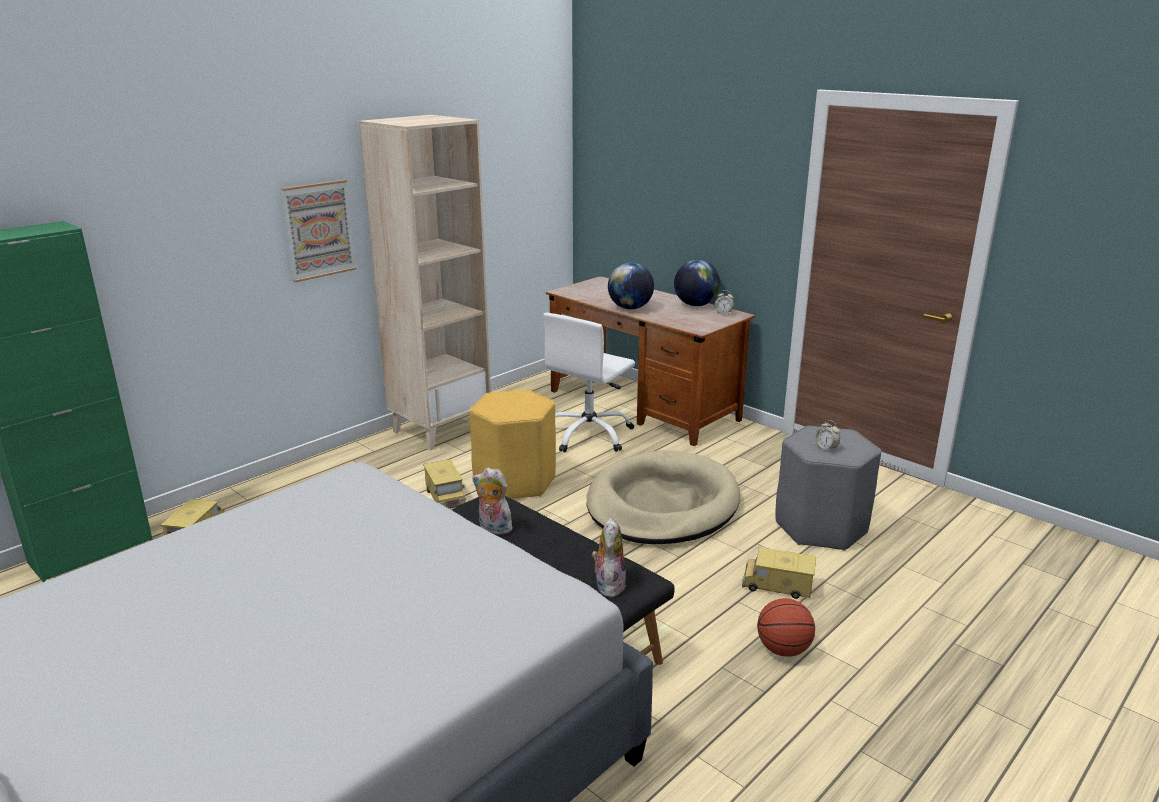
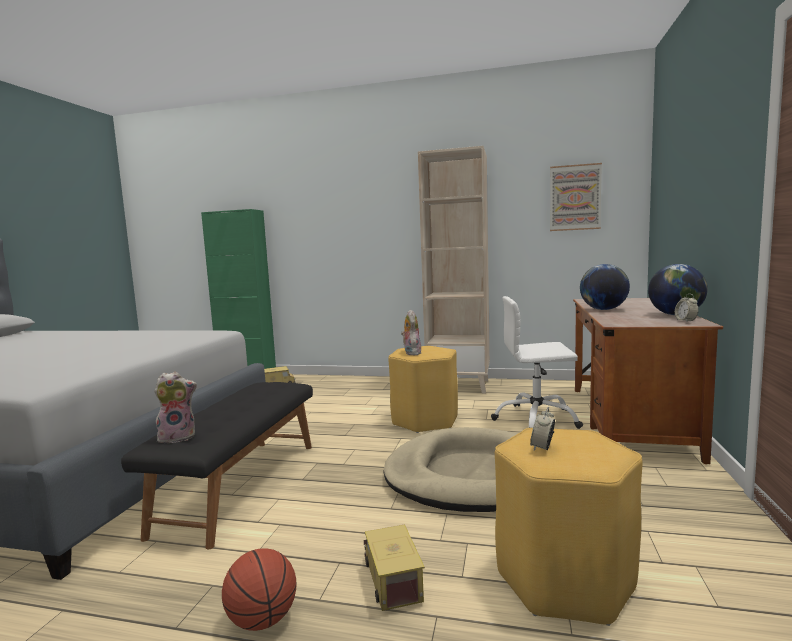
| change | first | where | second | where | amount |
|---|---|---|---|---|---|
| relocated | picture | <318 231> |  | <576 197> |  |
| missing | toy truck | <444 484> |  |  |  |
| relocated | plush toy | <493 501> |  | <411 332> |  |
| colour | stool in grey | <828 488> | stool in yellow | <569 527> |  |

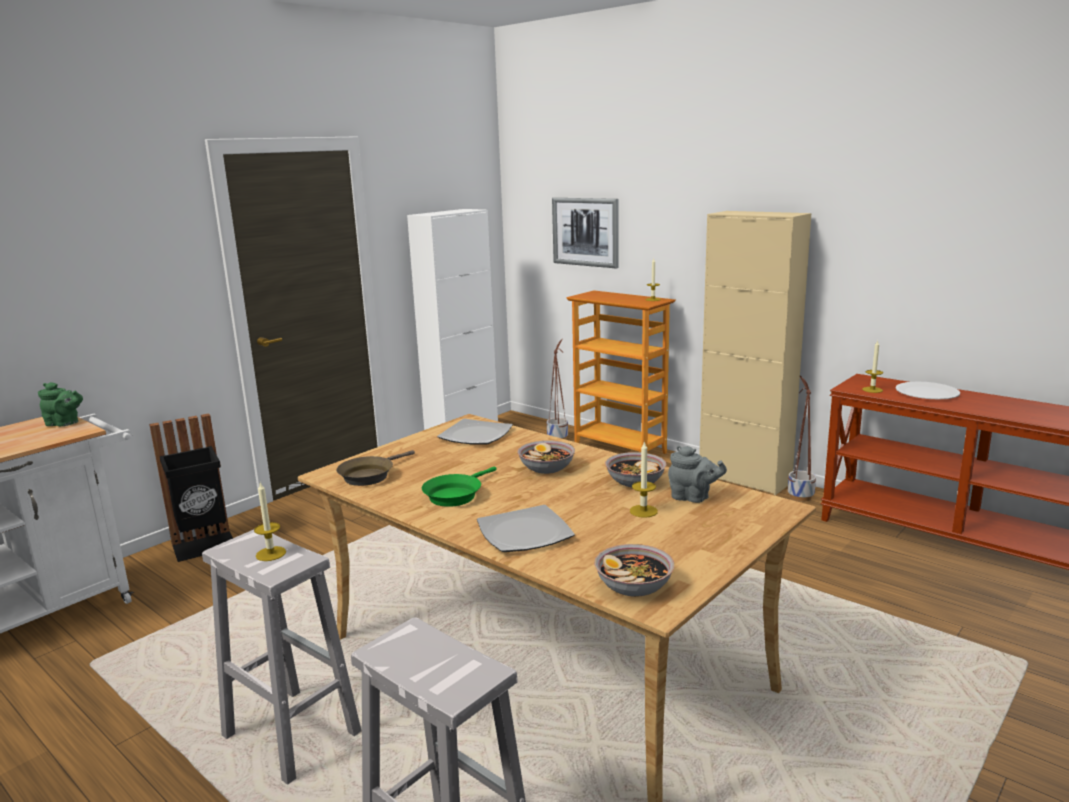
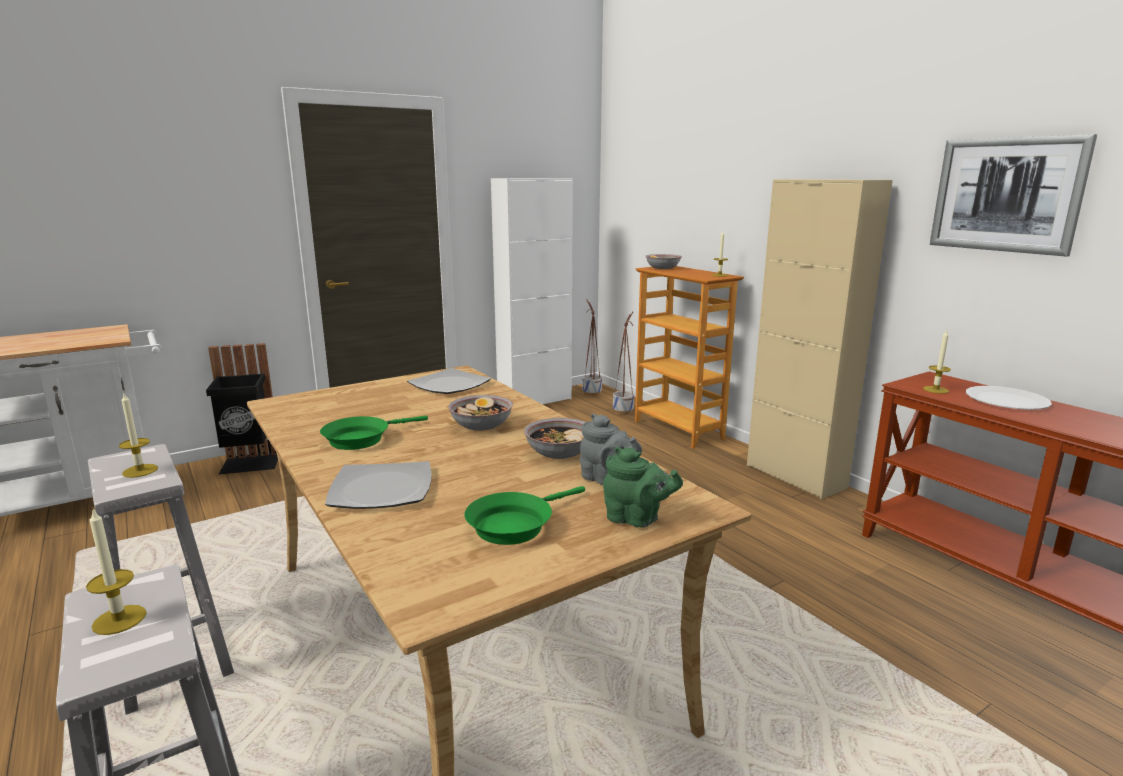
| change | first | where | second | where | amount |
|---|---|---|---|---|---|
| relocated | teapot in green | <60 404> |  | <643 487> |  |
| missing | frying pan in brown | <375 468> |  |  |  |
| relocated | picture | <585 233> |  | <1013 195> |  |
| relocated | bowl | <634 570> |  | <664 261> |  |
| relocated | candle | <644 479> |  | <116 572> |  |
| relocated | planter | <802 439> |  | <592 348> |  |
| appeared |  |  | frying pan in green | <524 515> |  |

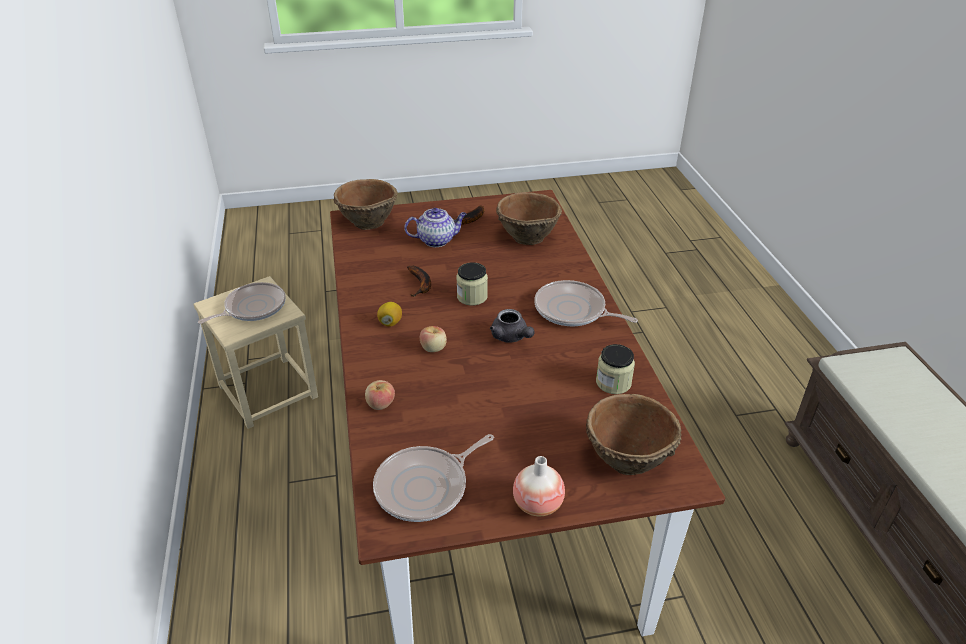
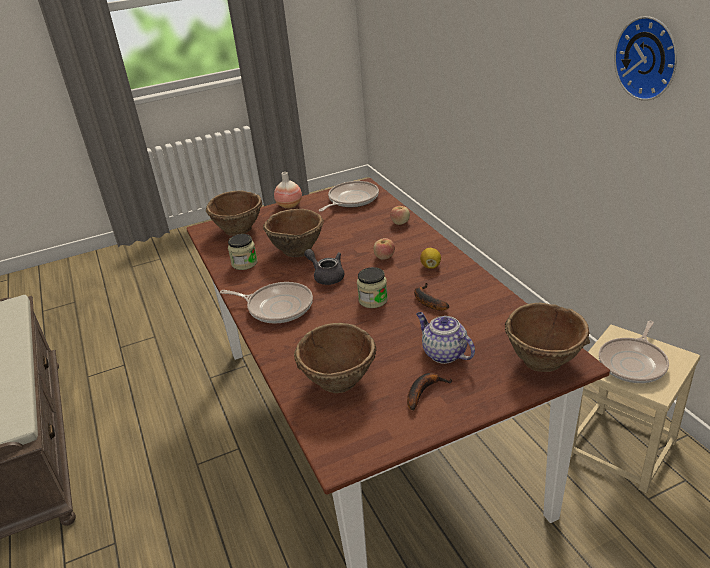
| change | first | where | second | where | amount |
|---|---|---|---|---|---|
| spun | teapot | <435 227> |  | <445 338> | 75 degrees clockwise |
| appeared |  |  | bowl in brown | <293 233> |  |
| appeared |  |  | wall clock | <645 58> |  |

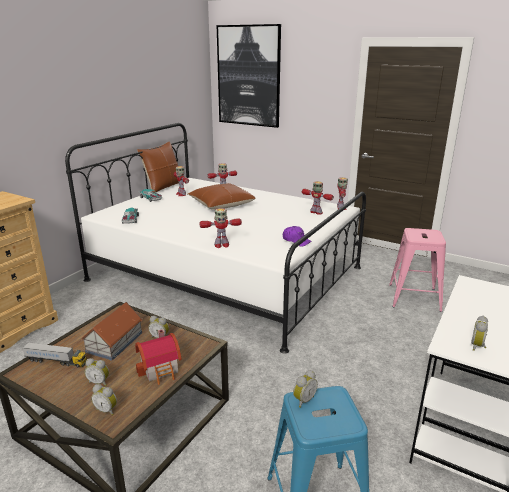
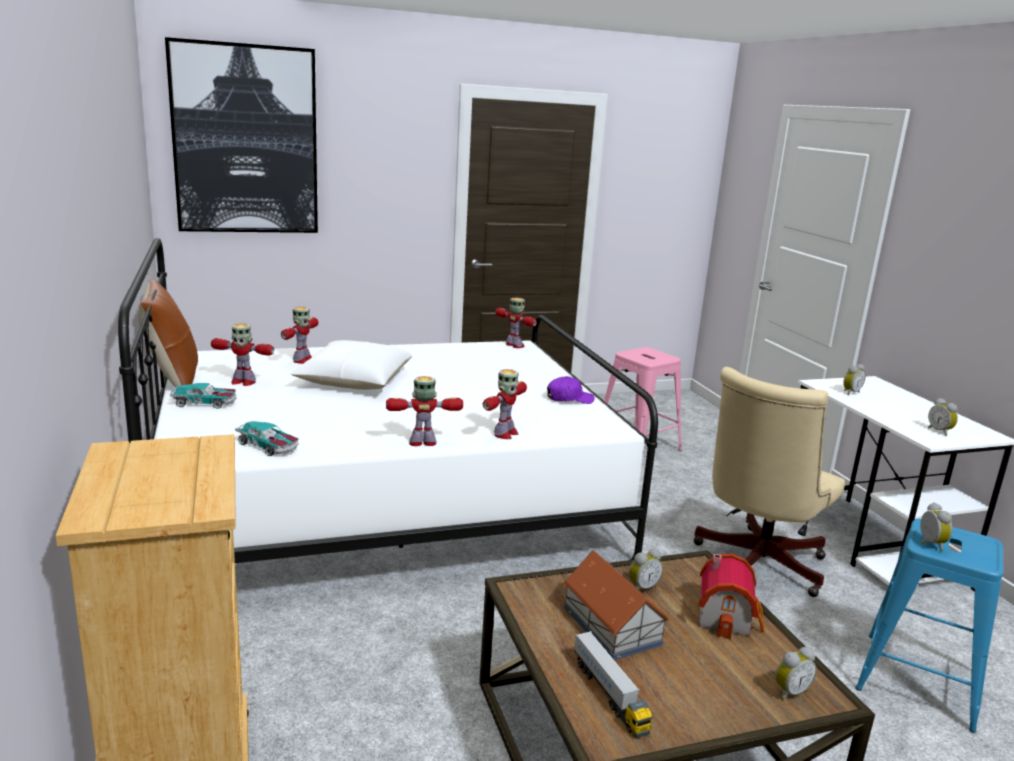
| change | first | where | second | where | amount |
|---|---|---|---|---|---|
| spun | toy truck | <54 354> |  | <613 684> | 105 degrees clockwise |
| relocated | alarm clock | <96 372> |  | <854 379> |  |
| colour | pillow in brown | <222 196> | pillow in white | <351 365> |  |
| relocated | toy robot | <318 198> |  | <424 411> |  |
| appeared |  |  | office chair in beige | <769 482> |  |

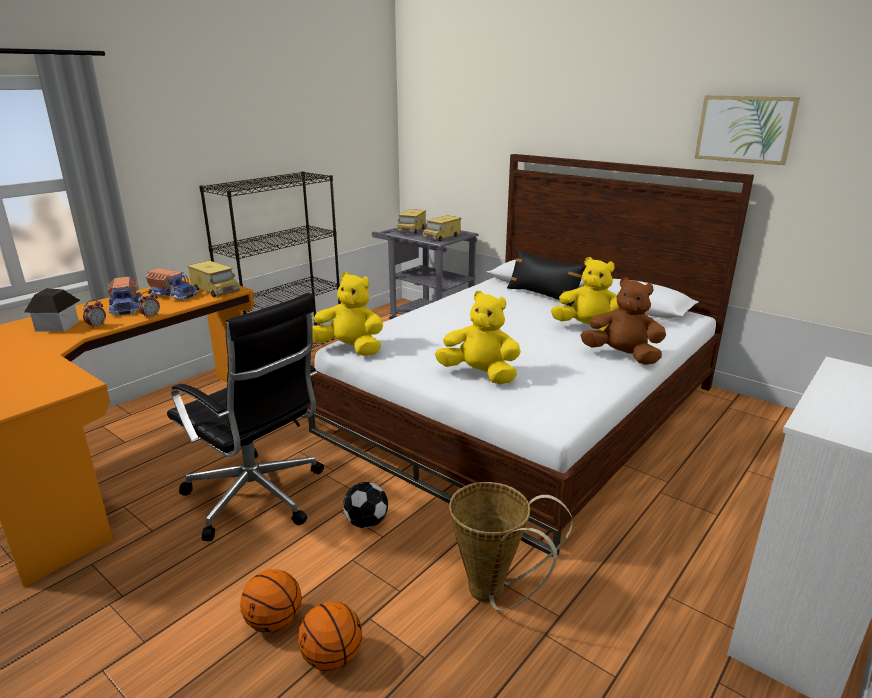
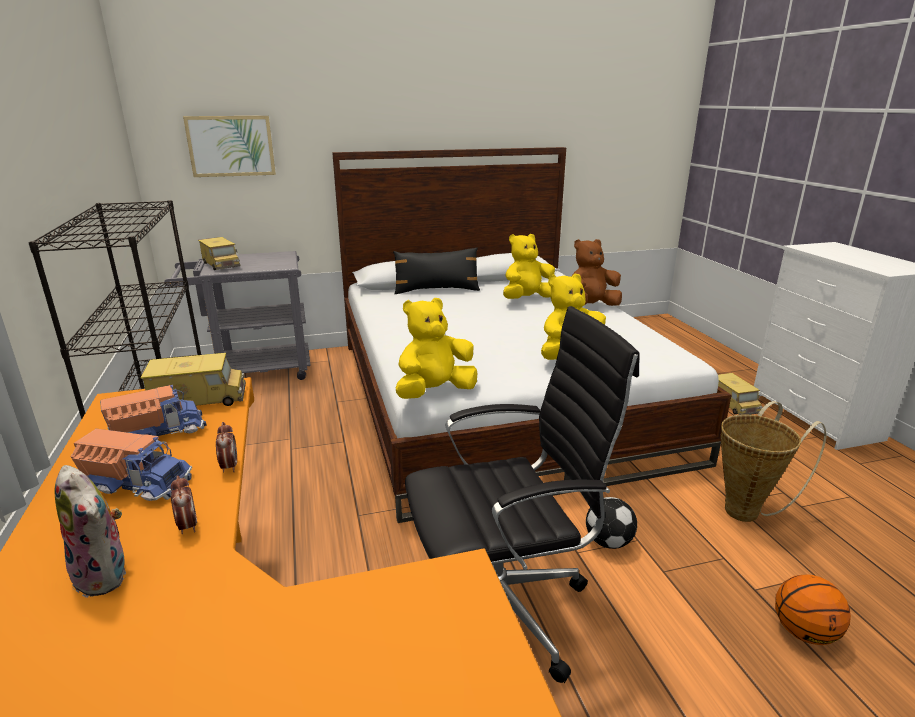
| change | first | where | second | where | amount |
|---|---|---|---|---|---|
| exchanged | toy house | <52 310> | plush toy | <91 531> |  |
| missing | basketball | <271 601> |  |  |  |
| relocated | toy truck | <442 228> |  | <740 394> |  |
| relocated | picture | <747 130> |  | <229 146> |  |

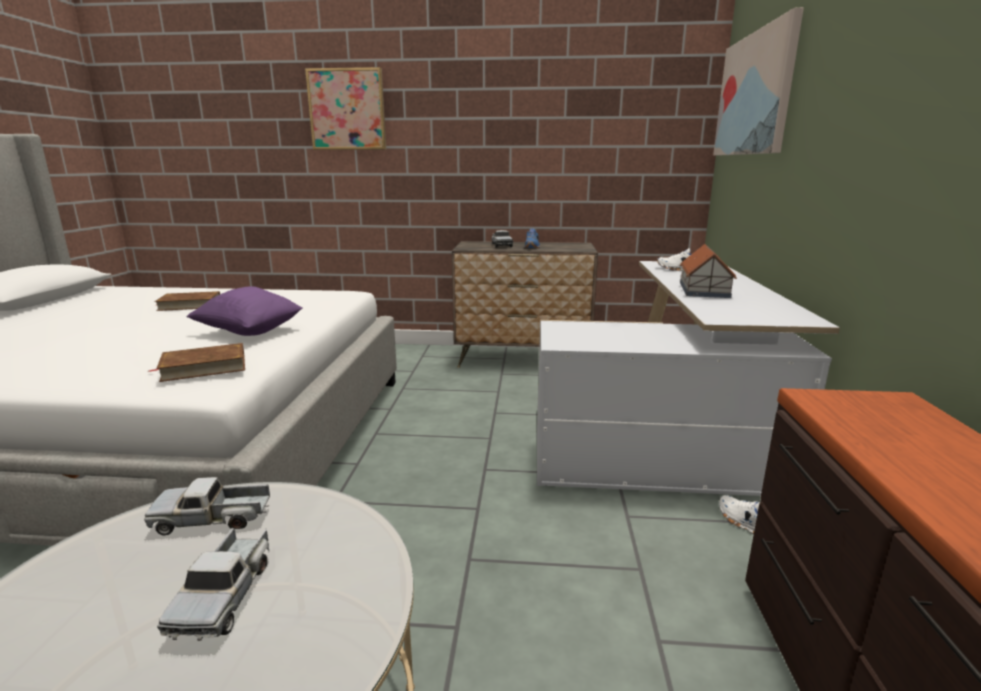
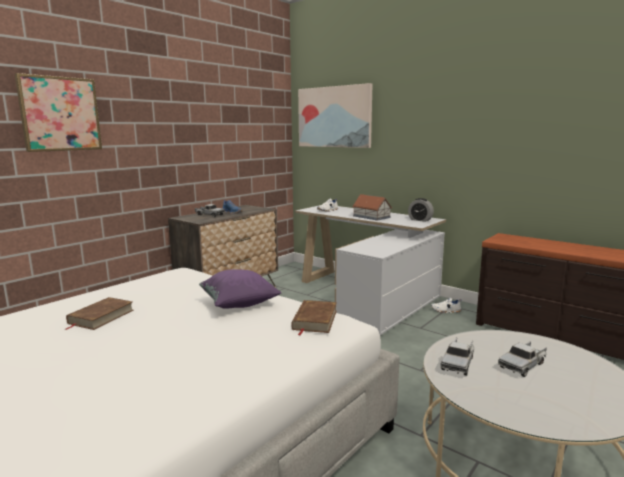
| change | first | where | second | where | amount |
|---|---|---|---|---|---|
| spun | toy truck | <213 584> |  | <522 359> | 105 degrees clockwise |
| appeared |  |  | alarm clock | <421 210> |  |

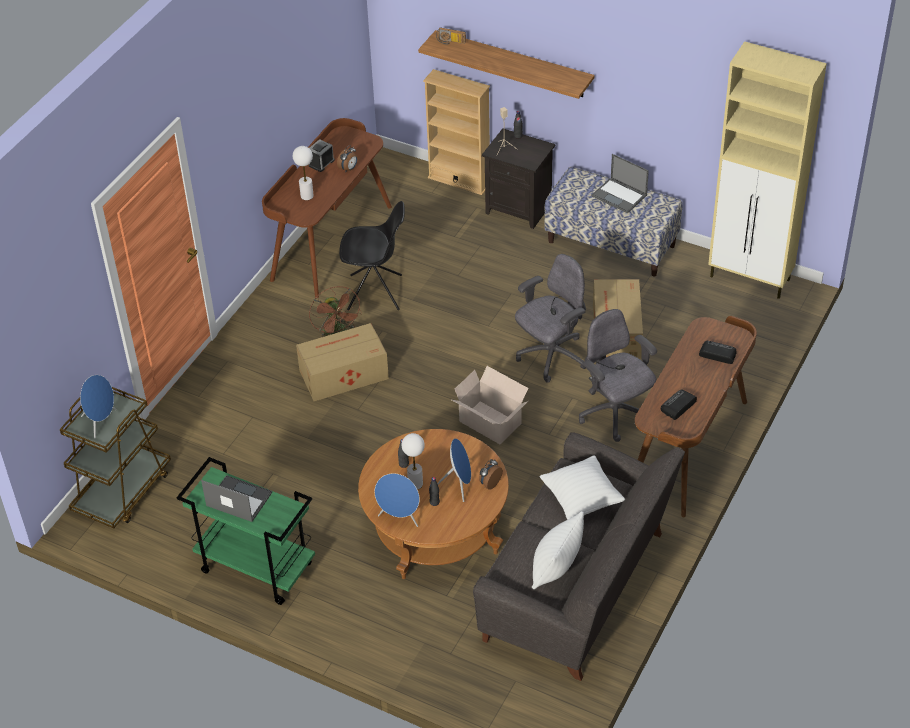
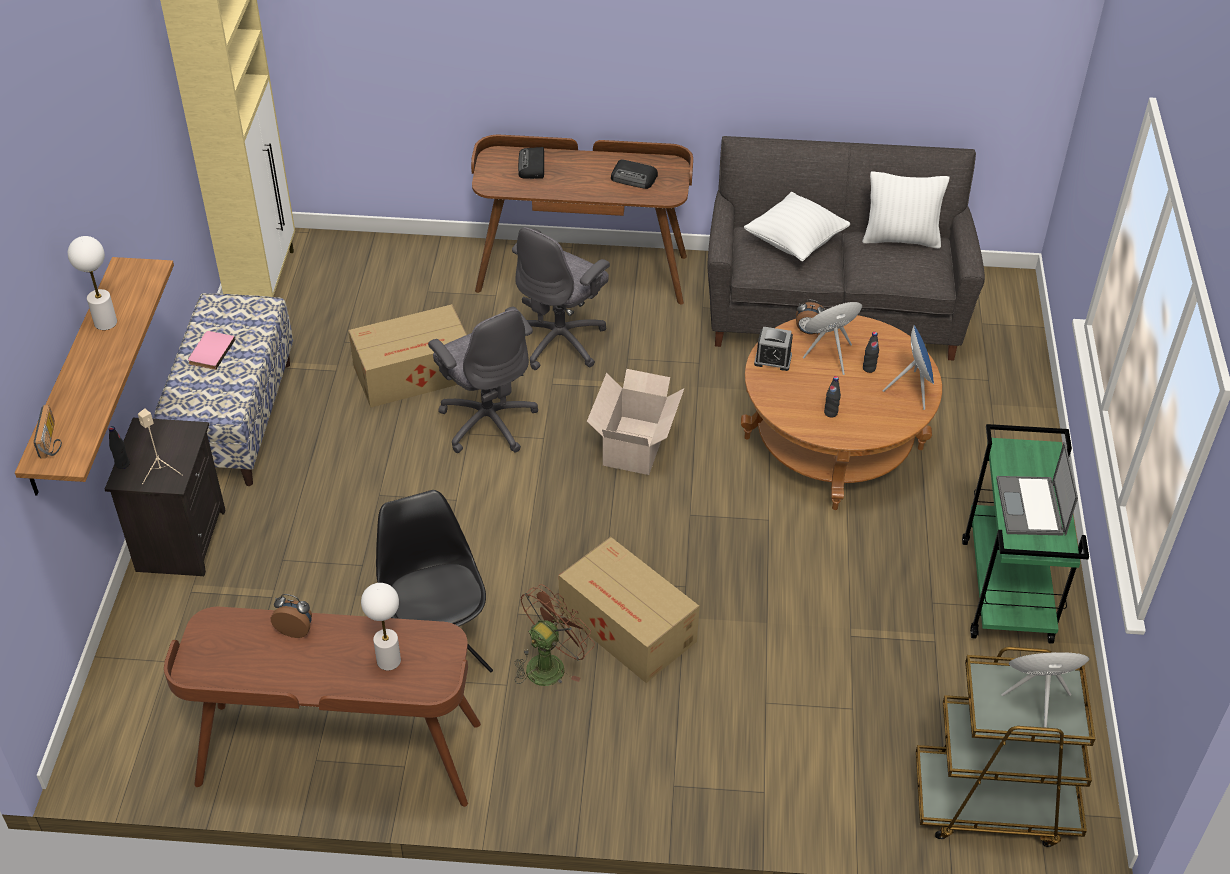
| change | first | where | second | where | amount |
|---|---|---|---|---|---|
| relocated | alarm clock | <322 155> |  | <773 349> |  |
| relocated | table lamp in white | <413 461> |  | <92 283> |  |
| missing | bookcase in beige | <456 132> |  |  |  |
| spun | office chair in grey | <550 318> |  | <483 380> | 150 degrees counterclockwise |
| exchanged | laptop | <620 183> | book in pink | <211 350> |  |

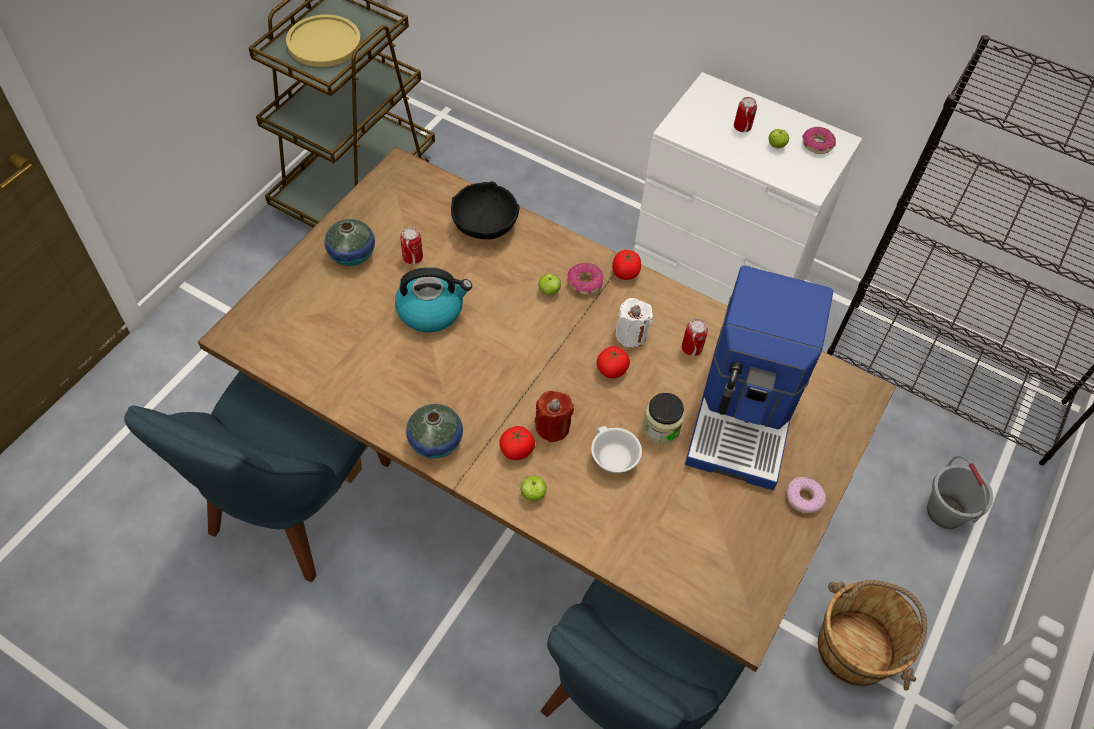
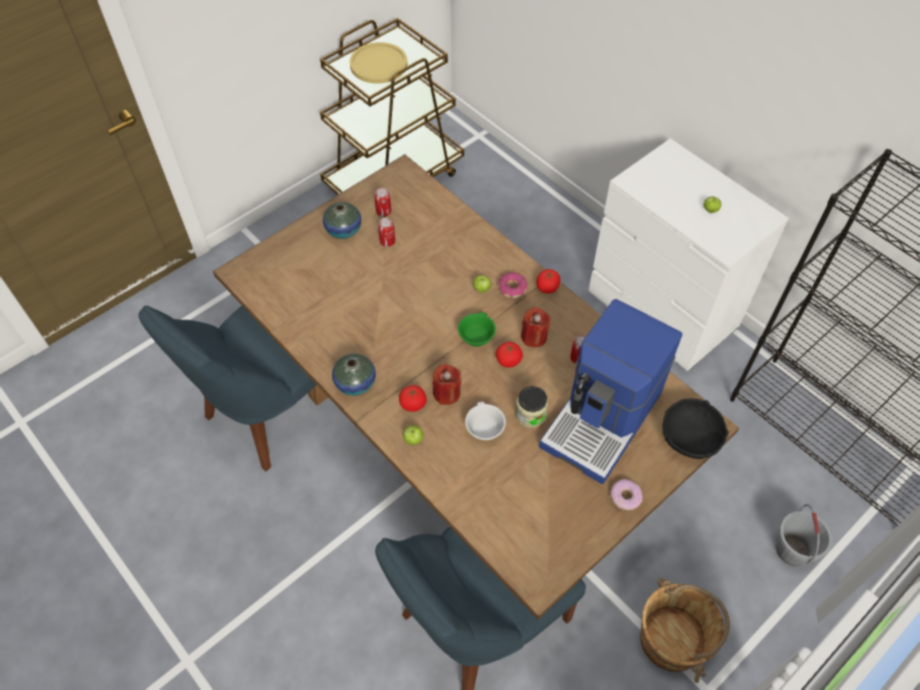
| change | first | where | second | where | amount |
|---|---|---|---|---|---|
| missing | kettle | <433 300> |  |  |  |
| relocated | bowl in black | <485 210> |  | <696 429> |  |
| colour | candle in white | <634 322> | candle in red | <536 327> |  |
| relocated | can | <745 114> |  | <383 202> |  |
| missing | donut | <819 140> |  |  |  |
| appeared |  |  | cup in green | <477 329> |  |

